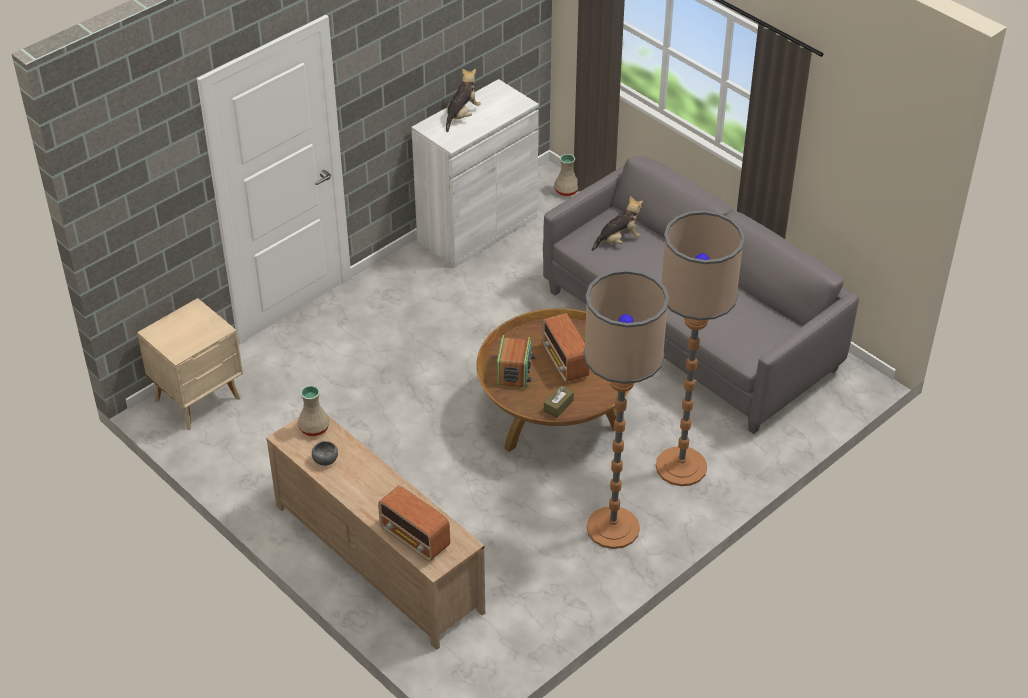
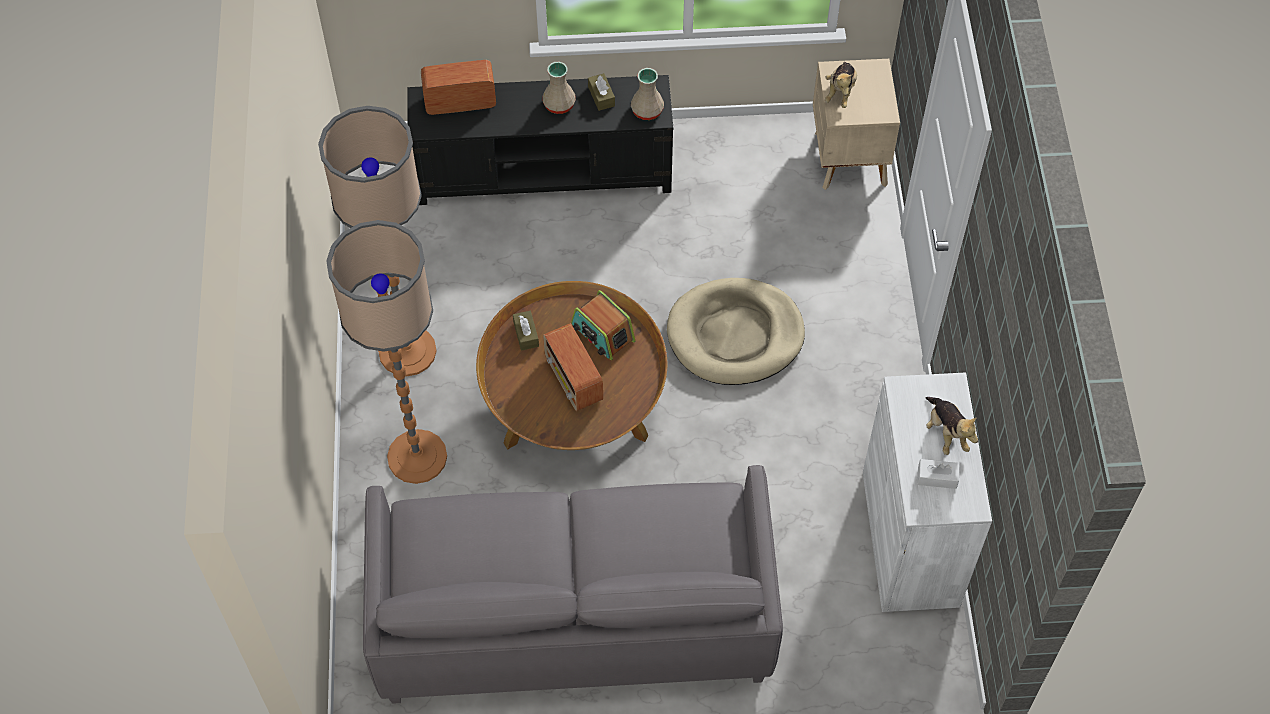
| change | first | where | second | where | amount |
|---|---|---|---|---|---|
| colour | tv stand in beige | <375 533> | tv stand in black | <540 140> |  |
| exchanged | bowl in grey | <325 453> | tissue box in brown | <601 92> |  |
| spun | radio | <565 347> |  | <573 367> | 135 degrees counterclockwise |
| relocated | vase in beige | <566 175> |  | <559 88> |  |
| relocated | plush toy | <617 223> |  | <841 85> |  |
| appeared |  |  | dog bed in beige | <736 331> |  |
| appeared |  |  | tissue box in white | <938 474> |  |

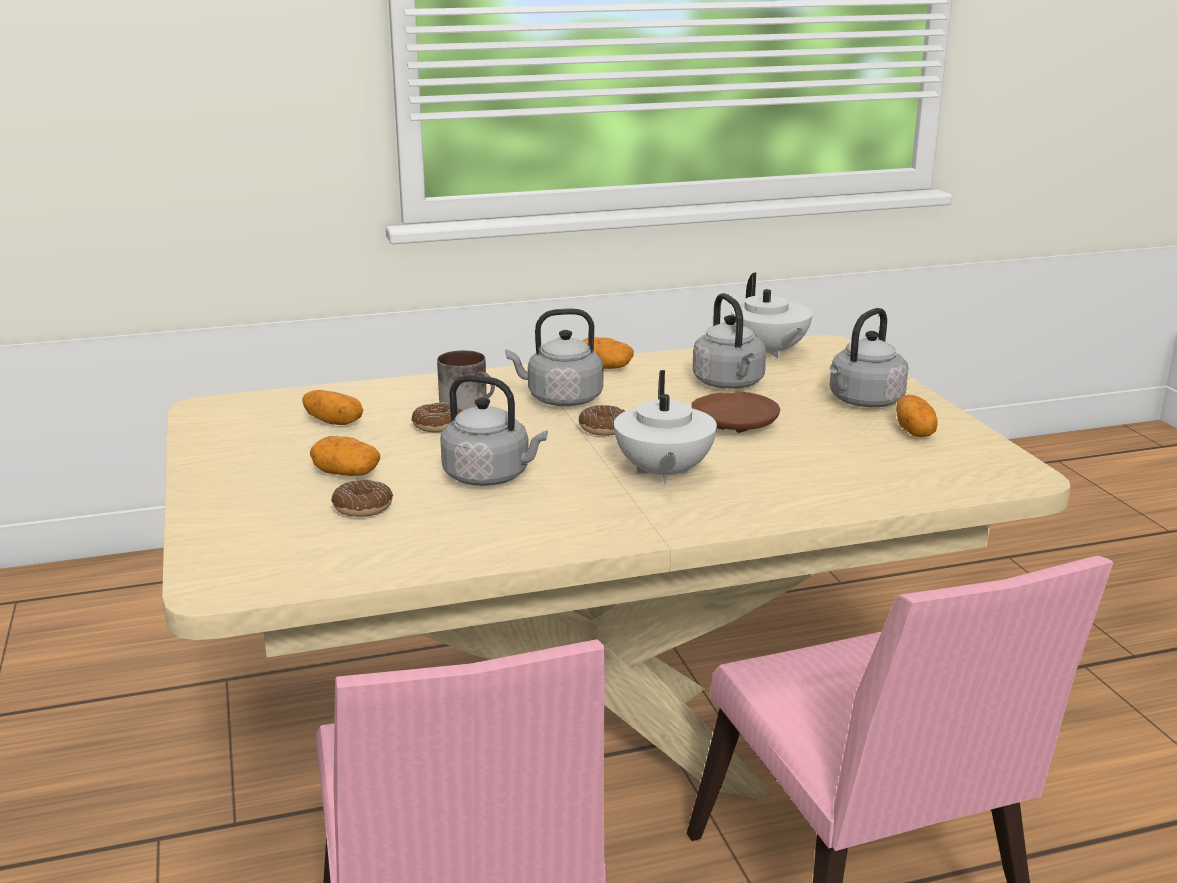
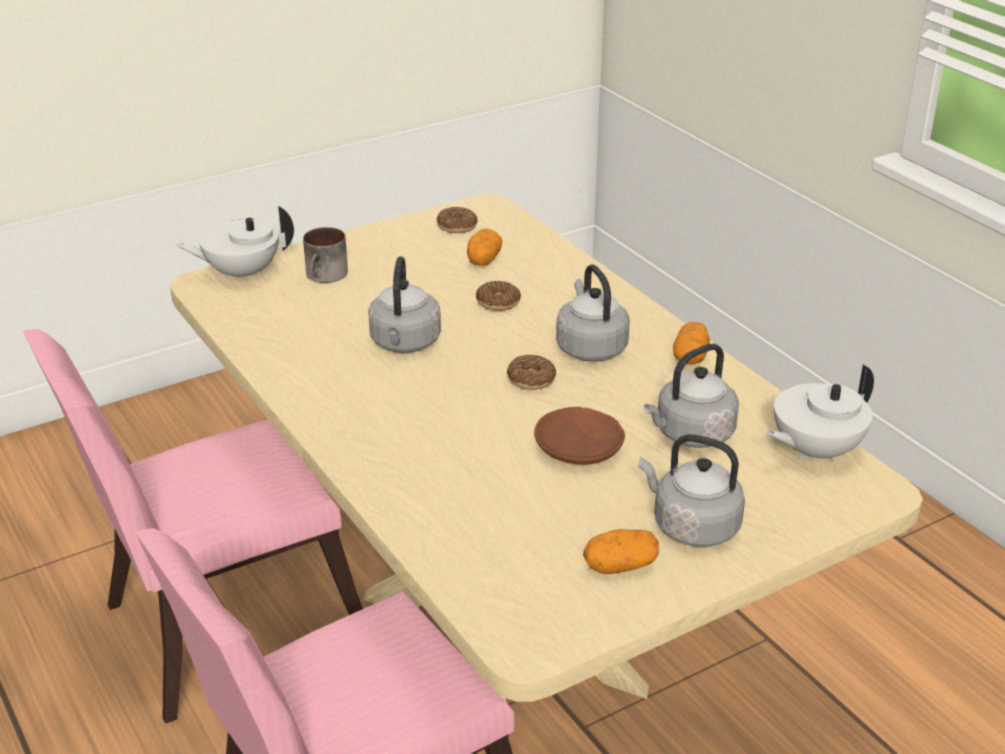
| change | first | where | second | where | amount |
|---|---|---|---|---|---|
| missing | potato | <345 456> |  |  |  |
| relocated | donut | <362 498> |  | <457 220> |  |
| relocated | mug | <466 380> |  | <325 255> |  |
| relocated | teapot in white | <665 427> |  | <235 244> |  |

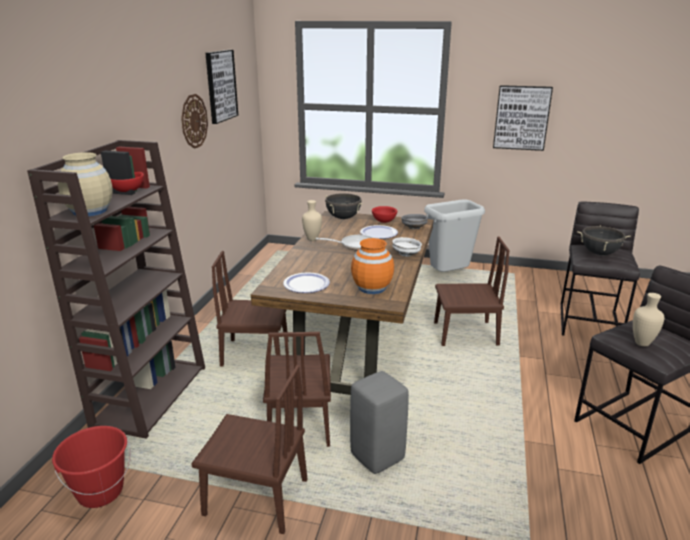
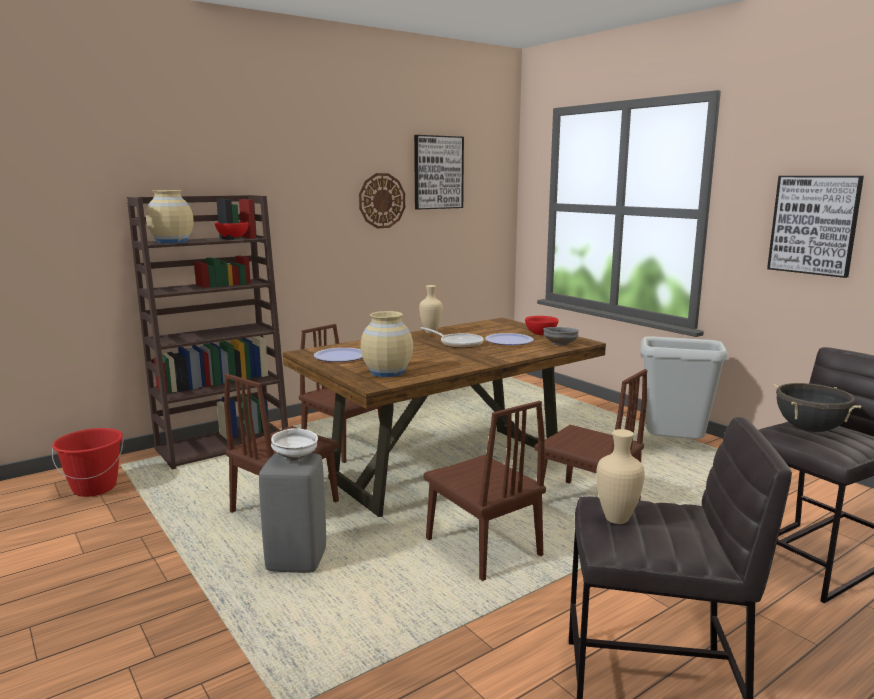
| change | first | where | second | where | amount |
|---|---|---|---|---|---|
| relocated | chair in brown | <249 449> |  | <484 491> |  |
| missing | cooking pot in black | <344 206> |  |  |  |
| colour | vase in orange | <372 266> | vase in beige | <387 344> |  |
| relocated | bowl in white | <407 247> |  | <294 444> |  |

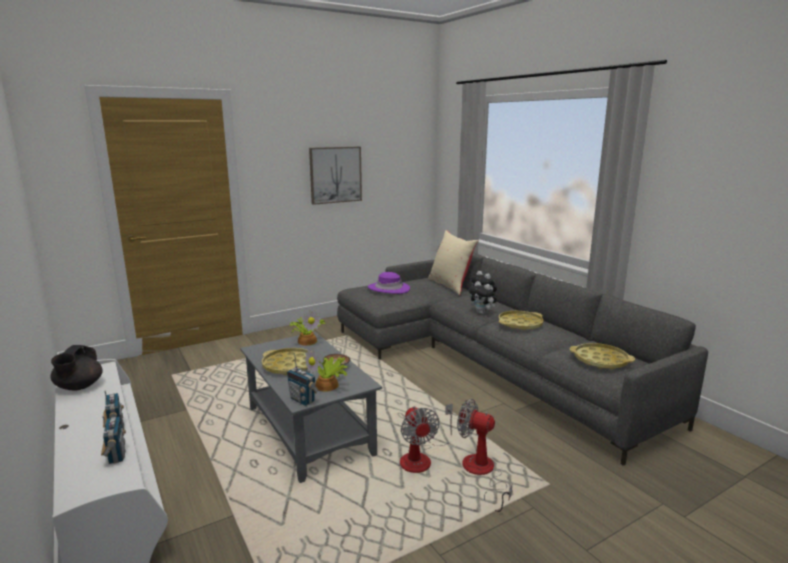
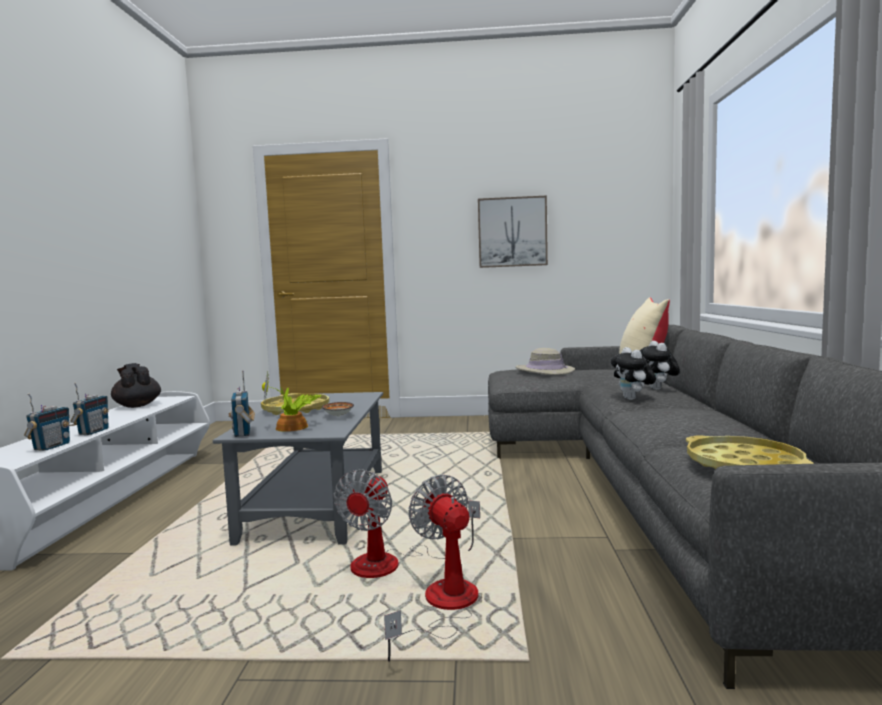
| change | first | where | second | where | amount |
|---|---|---|---|---|---|
| spun | teapot in black | <77 368> |  | <136 385> | 105 degrees clockwise |
| missing | potted plant | <308 328> |  |  |  |
| colour | hat in purple | <389 283> | hat in beige | <545 361> |  |
| missing | tray in yellow | <521 320> |  |  |  |

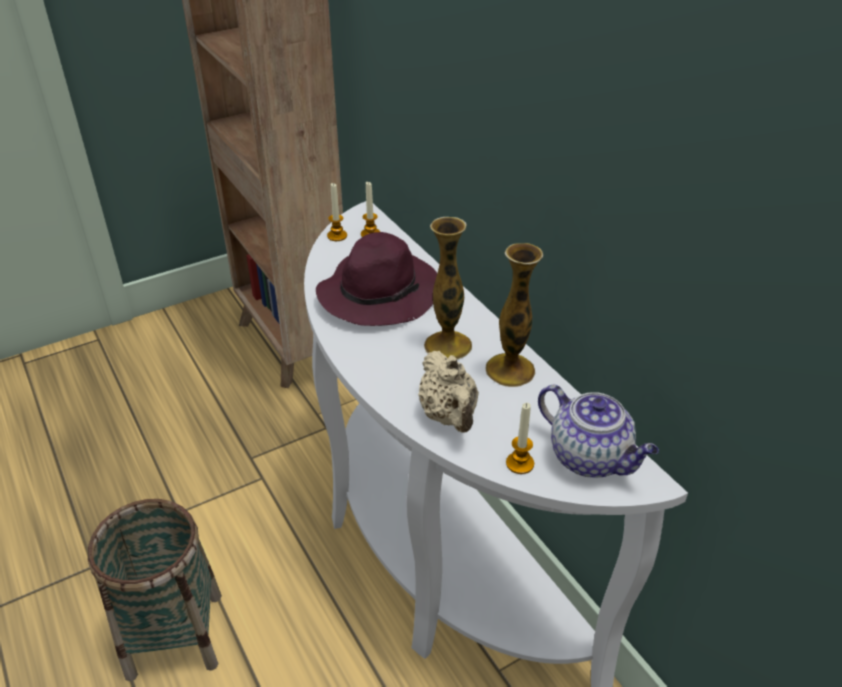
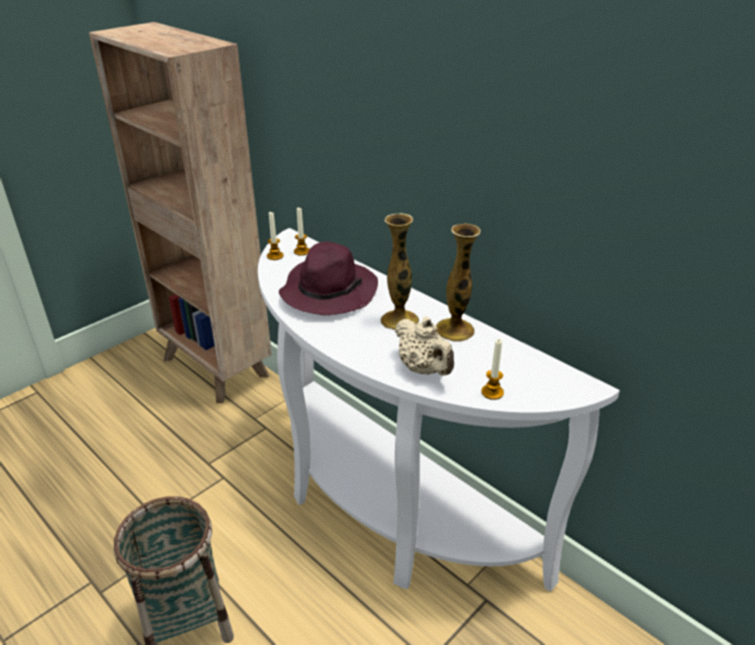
| change | first | where | second | where | amount |
|---|---|---|---|---|---|
| missing | teapot | <598 431> |  |  |  |

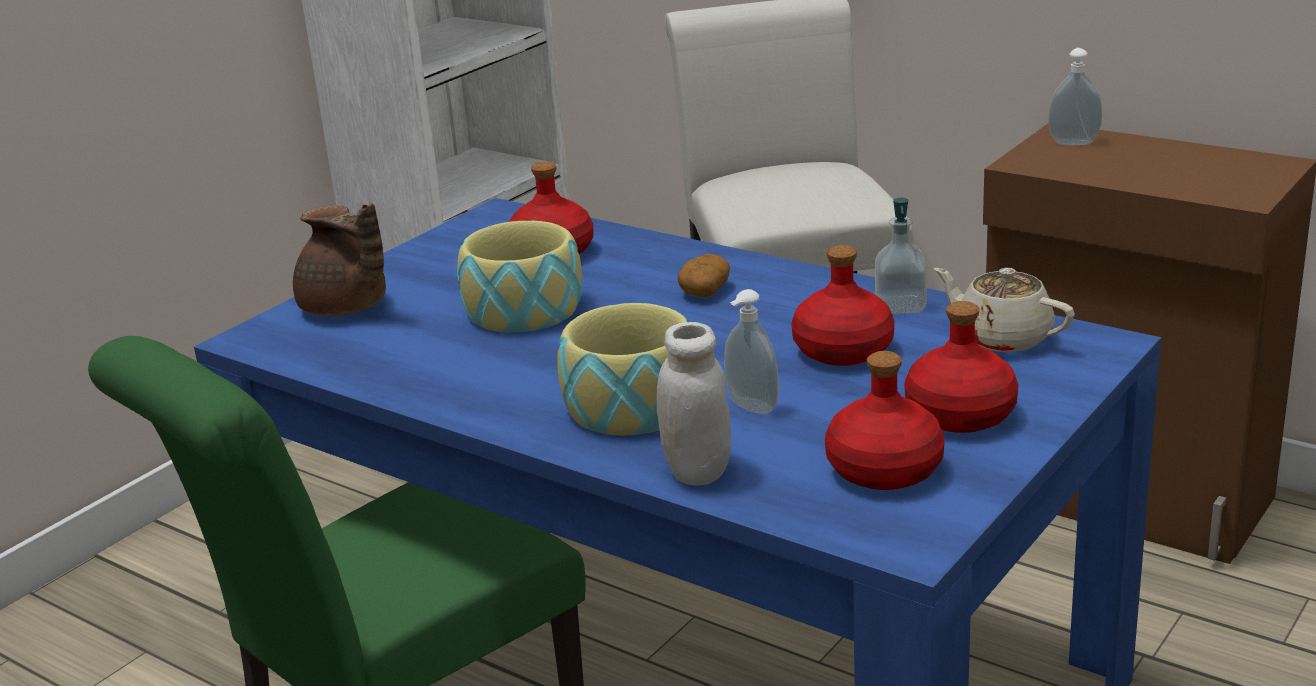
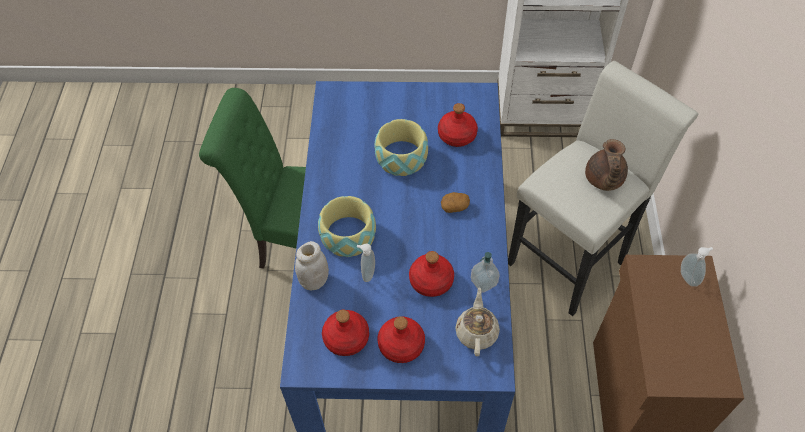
| change | first | where | second | where | amount |
|---|---|---|---|---|---|
| relocated | teapot in brown | <339 259> |  | <606 165> |  |

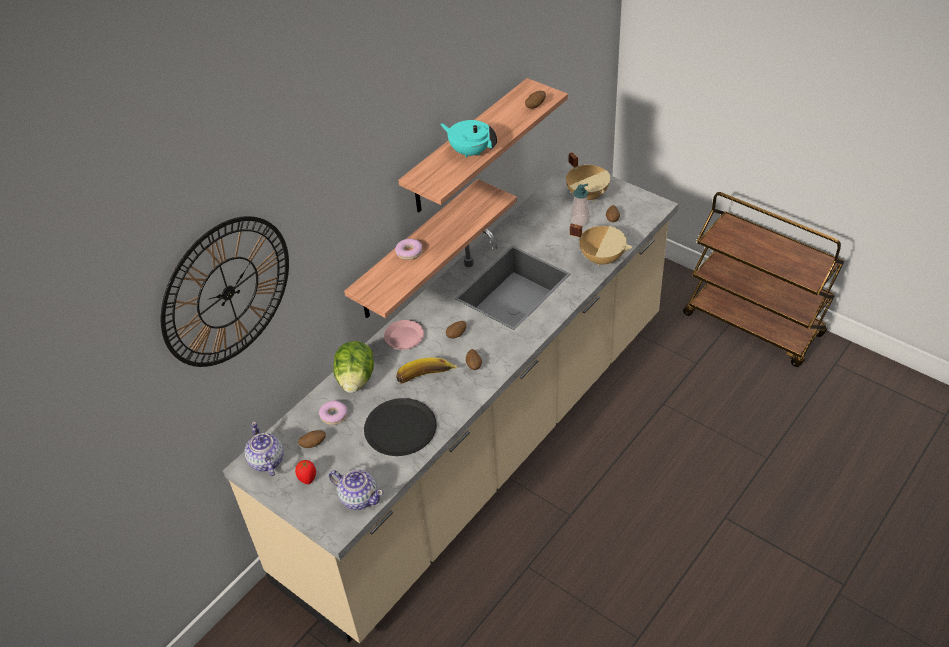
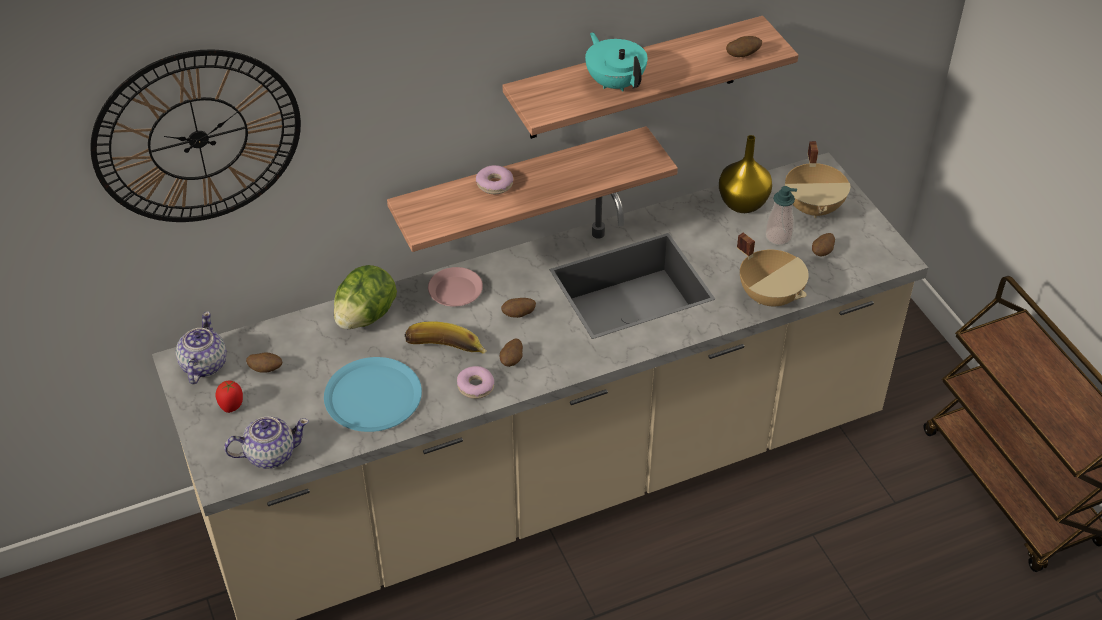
| change | first | where | second | where | amount |
|---|---|---|---|---|---|
| relocated | donut | <333 413> |  | <475 382> |  |
| spun | teapot | <356 490> |  | <266 442> | 75 degrees counterclockwise |
| colour | plate in black | <400 427> | plate in blue | <373 394> |  |
| appeared |  |  | vase in yellow | <745 174> |  |

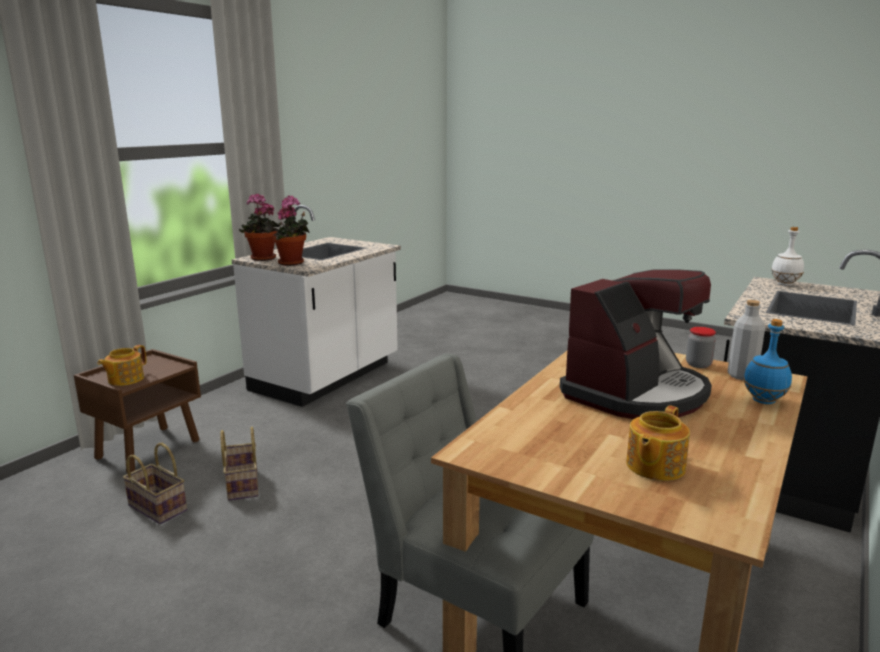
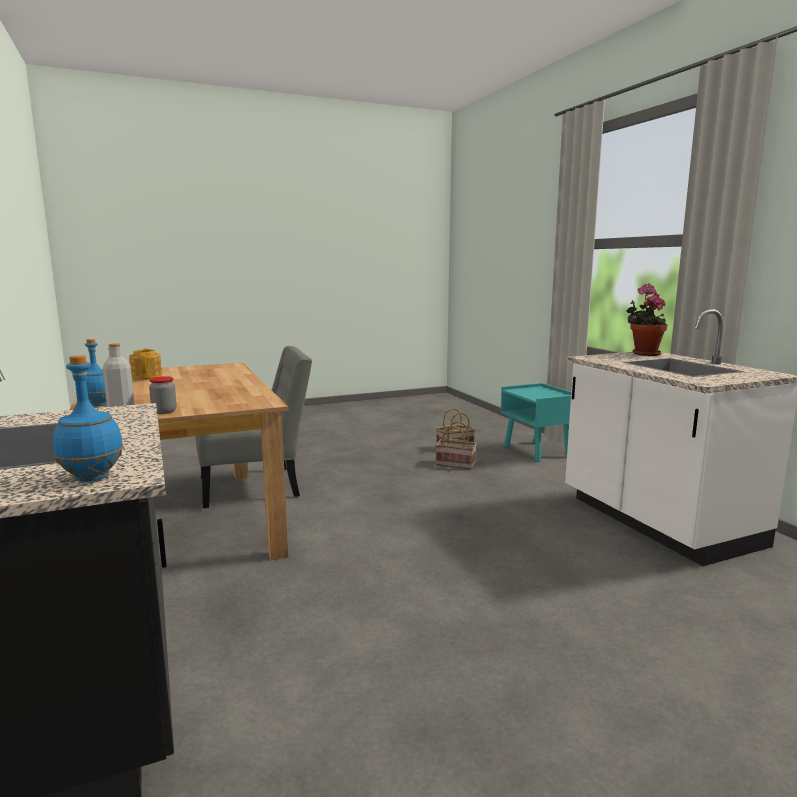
| change | first | where | second | where | amount |
|---|---|---|---|---|---|
| colour | nightstand in brown | <137 411> | nightstand in turquoise | <536 422> |  |
| missing | teapot | <122 365> |  |  |  |
| missing | potted plant | <291 231> |  |  |  |
| missing | coffee machine | <636 344> |  |  |  |
| colour | bottle in white | <787 256> | bottle in blue | <88 418> |  |

